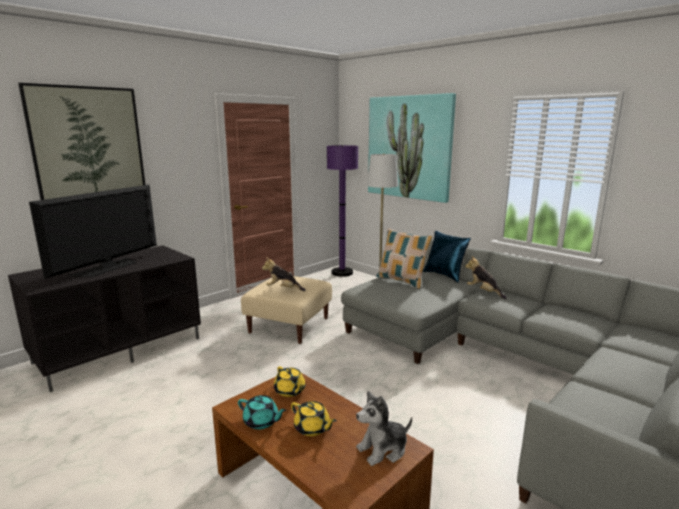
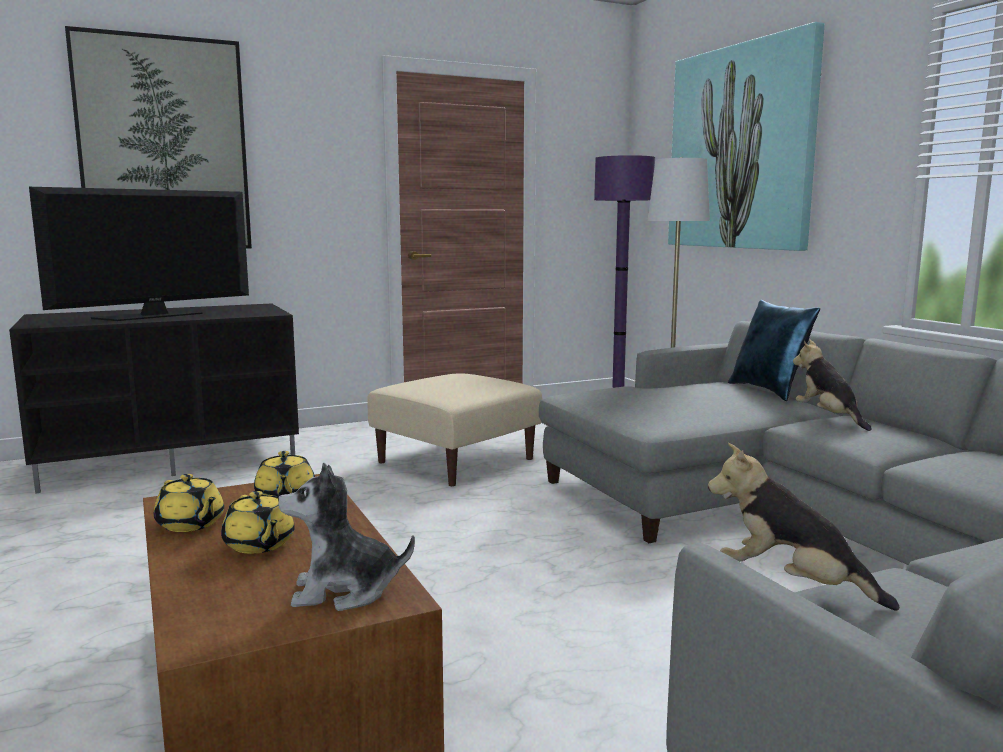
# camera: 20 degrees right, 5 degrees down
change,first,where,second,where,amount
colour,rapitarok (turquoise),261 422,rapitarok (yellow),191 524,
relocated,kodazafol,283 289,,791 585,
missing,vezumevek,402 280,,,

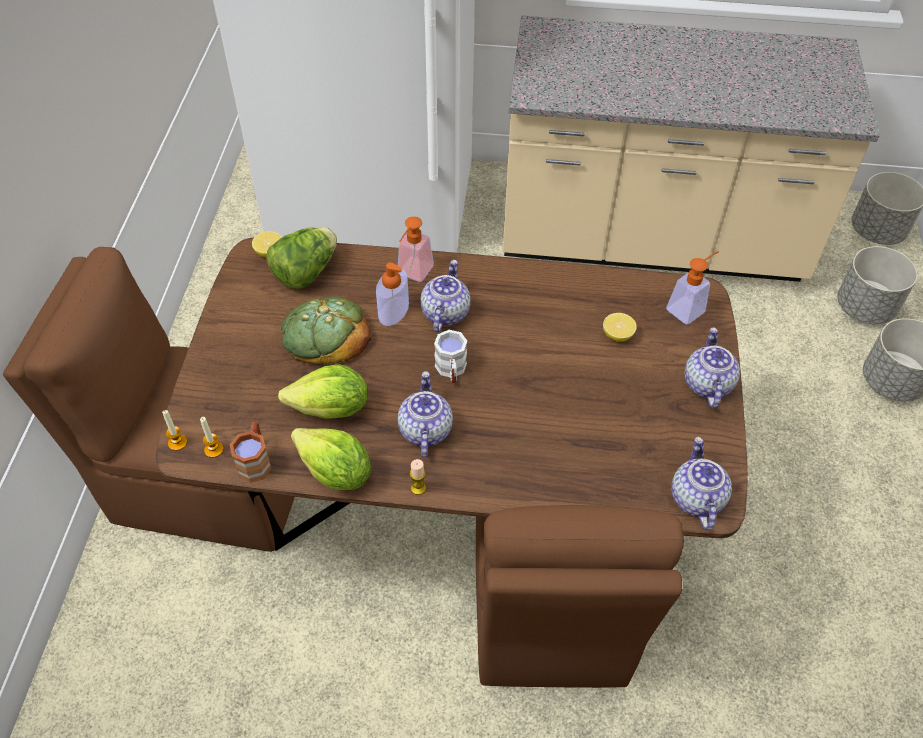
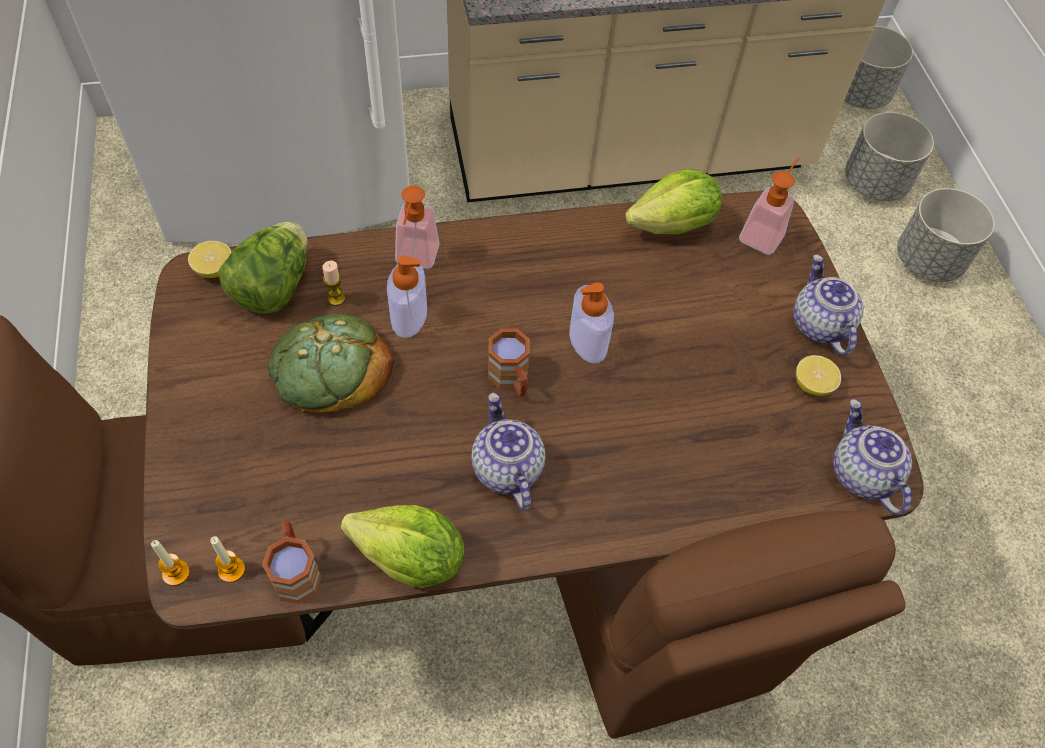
# camera: 20 degrees left, 5 degrees up
change,first,where,second,where,amount
relocated,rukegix,418 488,,336 298,
colour,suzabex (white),451 370,suzabex (brown),511 379,
appeared,,,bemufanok,588 341,
relocated,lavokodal,331 410,,673 226,
relocated,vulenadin,617 335,,812 385,
missing,rapitarok,444 313,,,

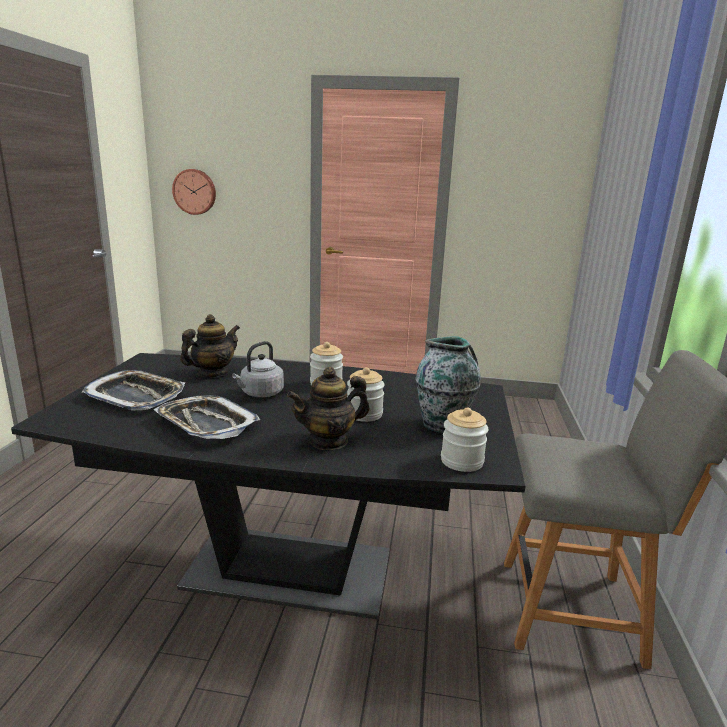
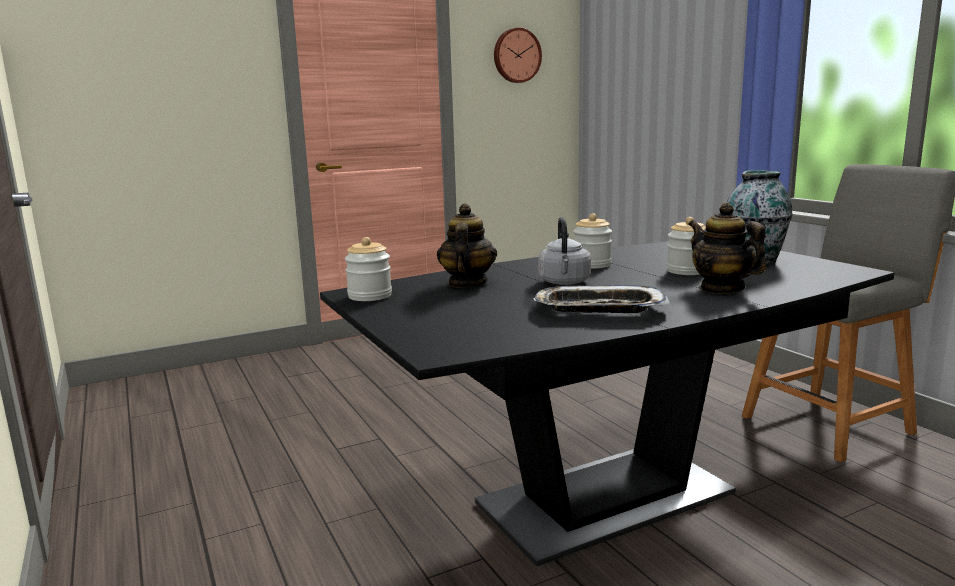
# camera: 35 degrees left, 5 degrees down
change,first,where,second,where,amount
relocated,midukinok,462 461,,370 296,
relocated,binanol,195 192,,516 55,
spun,rapitarok,328 440,,721 289,120 degrees clockwise
missing,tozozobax,136 396,,,

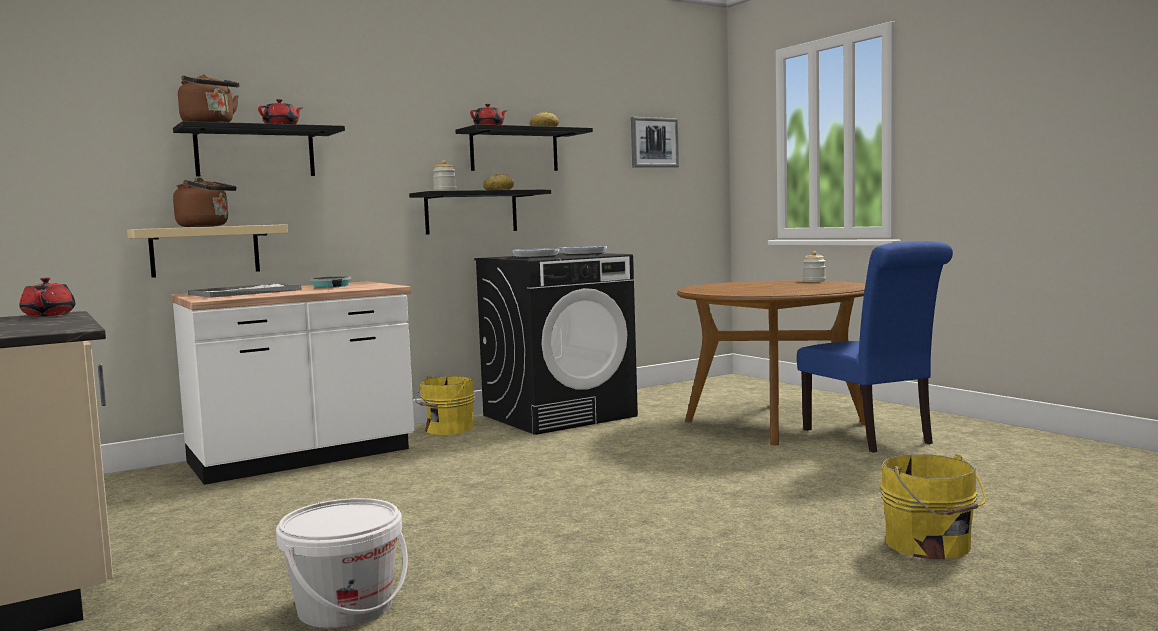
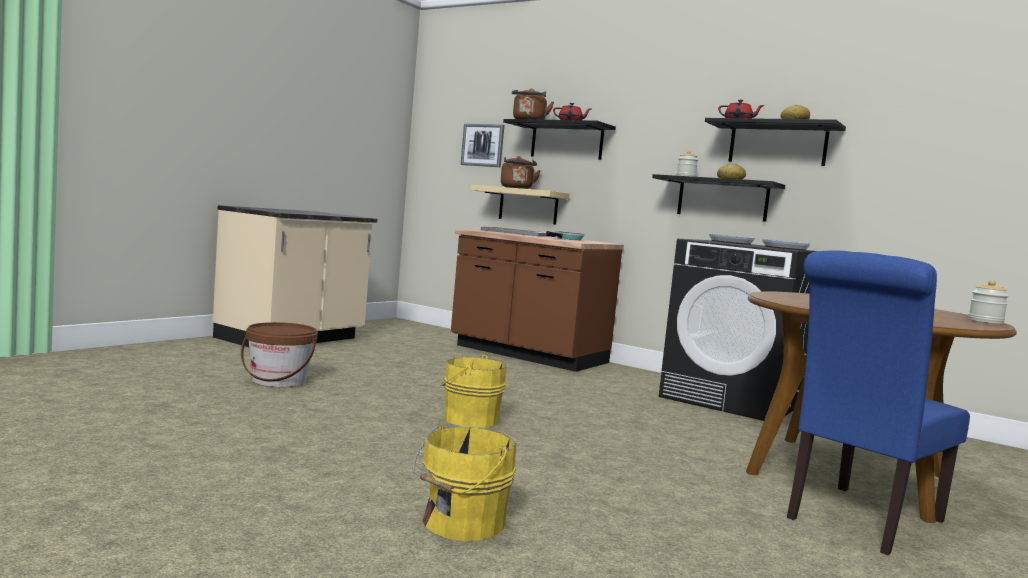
# camera: 65 degrees right, 0 degrees up
change,first,where,second,where,amount
colour,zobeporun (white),345 607,zobeporun (brown),279 381,
relocated,zobeporun (yellow),447 429,,469 419,
colour,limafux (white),302 457,limafux (brown),528 354,
relocated,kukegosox,654 142,,483 145,
missing,rapitarok (red),49 315,,,

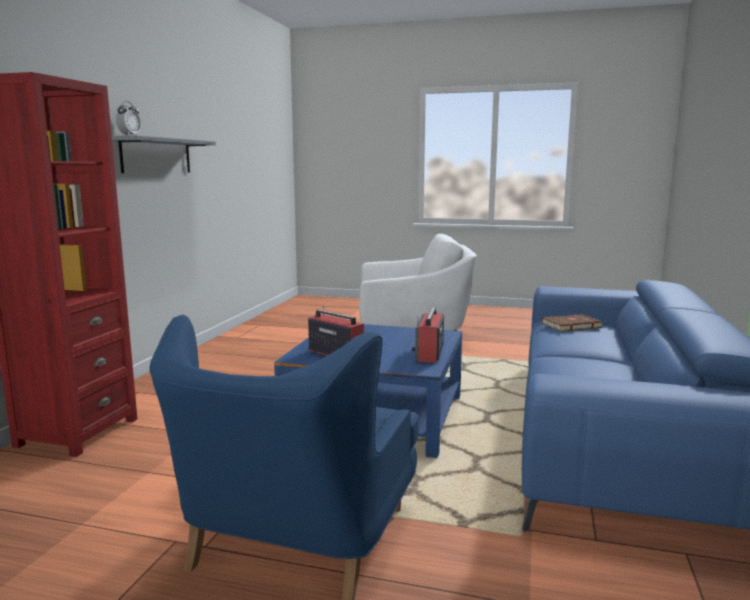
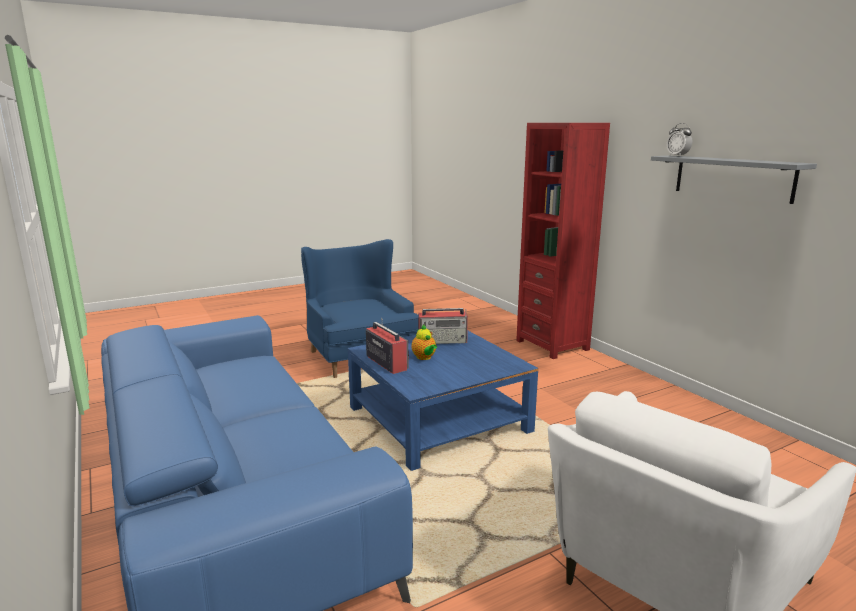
# camera: 135 degrees right, 5 degrees up
change,first,where,second,where,amount
appeared,,,rapitarok,424 357,
missing,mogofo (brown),570 325,,,

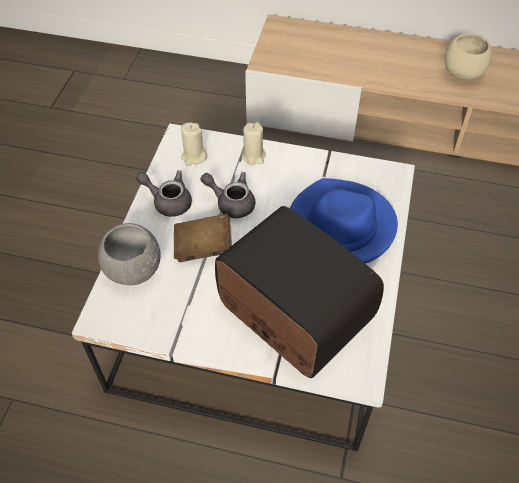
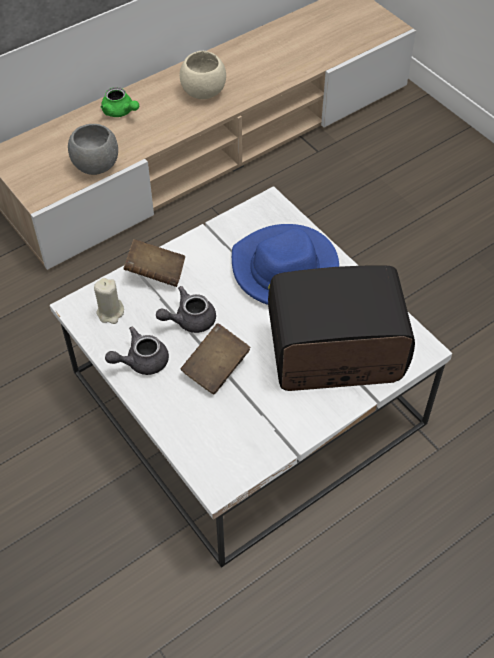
# camera: 50 degrees left, 0 degrees up
change,first,where,second,where,amount
relocated,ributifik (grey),133 269,,95 165,
appeared,,,rapitarok (green),120 112,
exchanged,rukegix (beige),253 156,mogofo (brown),156 273,

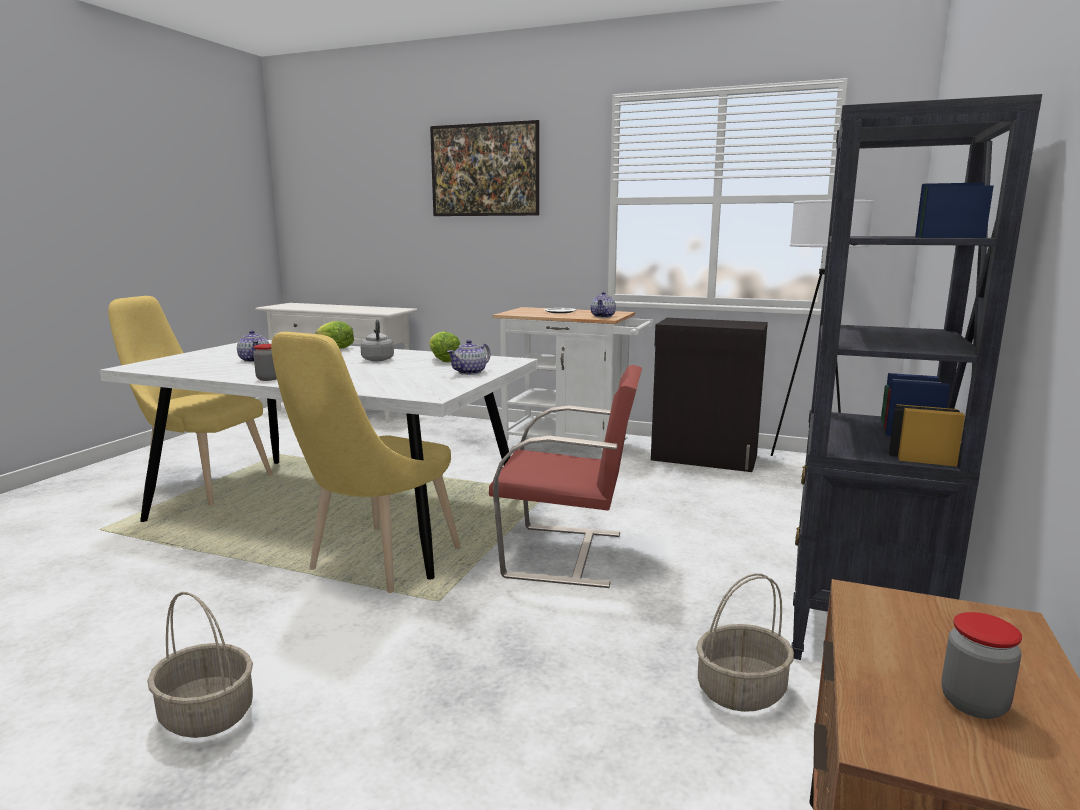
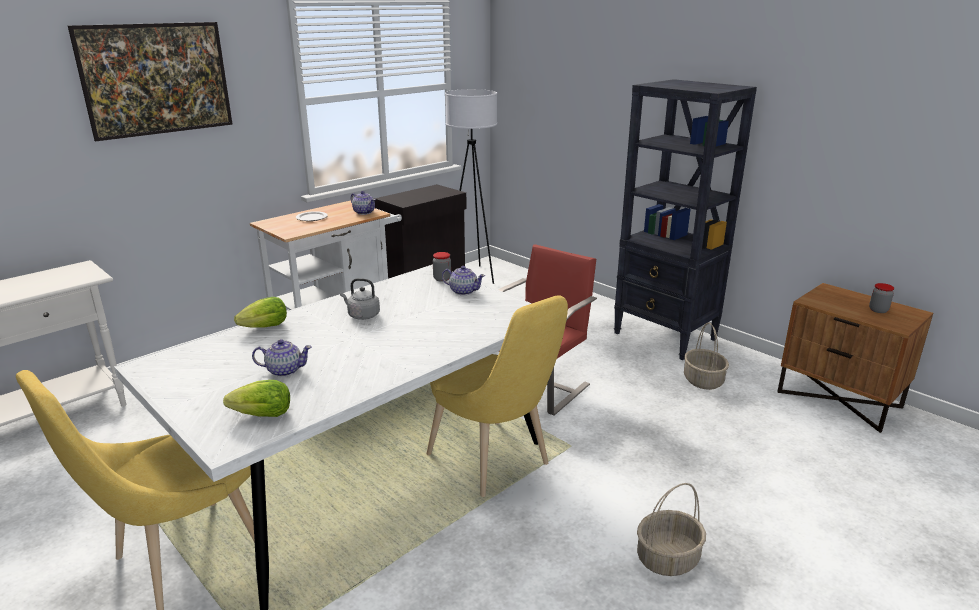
# camera: 65 degrees left, 10 degrees up
change,first,where,second,where,amount
relocated,lavokodal,443 361,,263 415,
relocated,midukinok,268 379,,442 279,
spun,rapitarok,470 372,,463 291,45 degrees counterclockwise

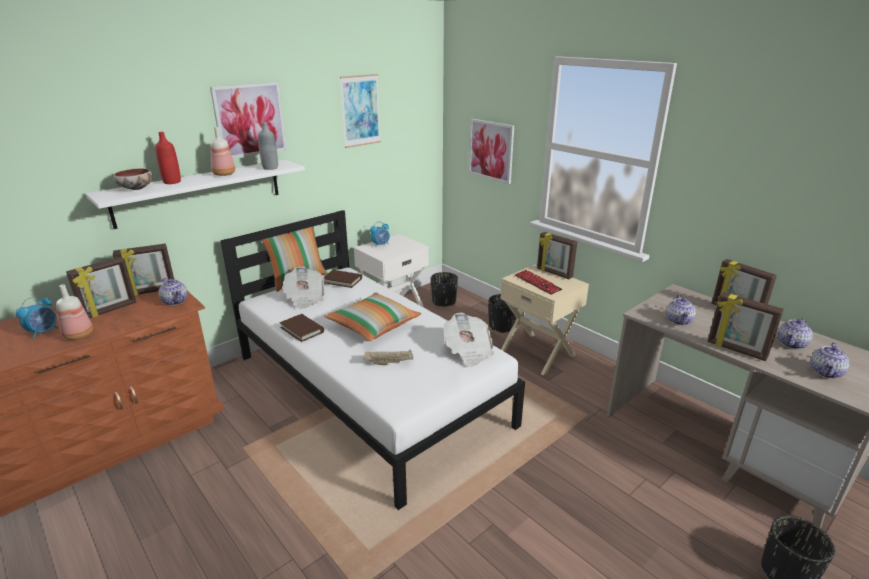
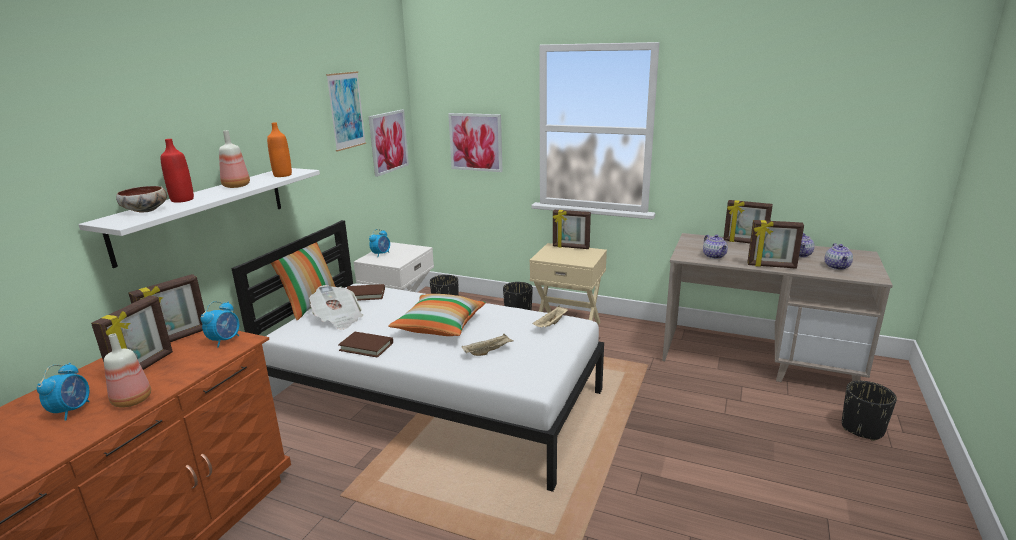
# camera: 25 degrees left, 5 degrees down
change,first,where,second,where,amount
exchanged,rapitarok,175 301,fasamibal,225 340,
colour,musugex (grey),270 168,musugex (orange),282 175,
relocated,kukegosox,250 120,,388 142,
exchanged,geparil,468 351,tozozobax (beige),551 325,
missing,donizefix,537 283,,,

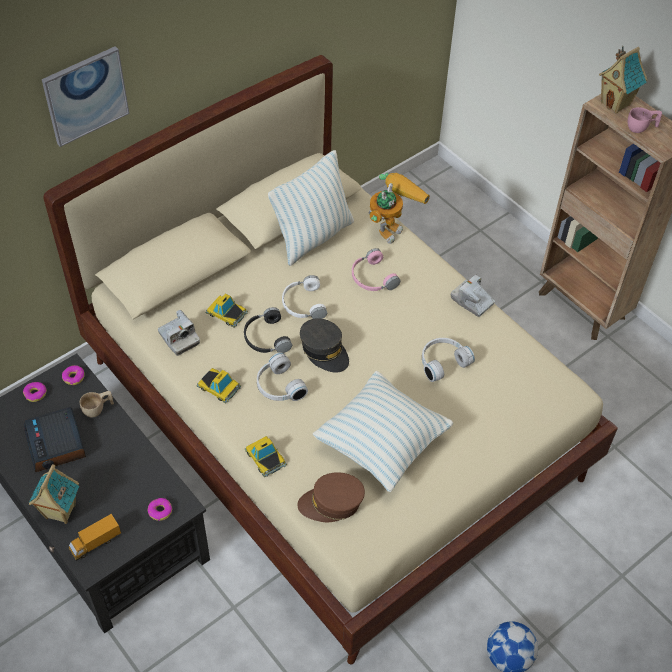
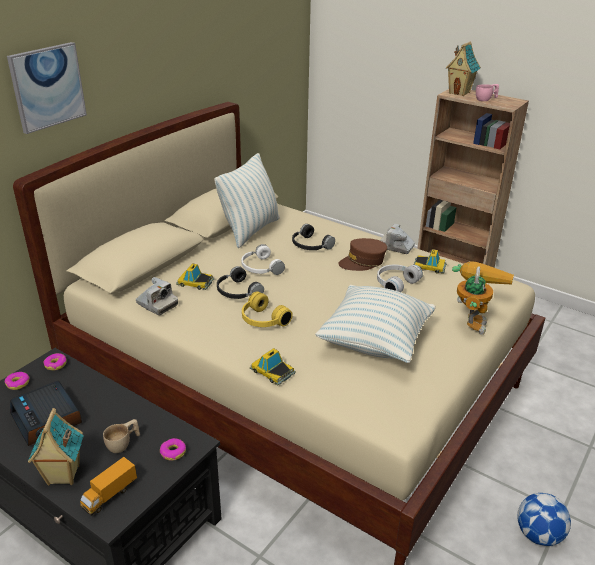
# camera: 15 degrees left, 20 degrees down
change,first,where,second,where,amount
relocated,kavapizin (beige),98 409,,123 444,
colour,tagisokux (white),278 386,tagisokux (yellow),262 320,
colour,tagisokux (pink),372 278,tagisokux (black),310 245,
relocated,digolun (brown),331 503,,362 262,
relocated,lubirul,219 387,,429 266,
relocated,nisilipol,391 225,,472 319,
missing,digolun (grey),324 351,,,

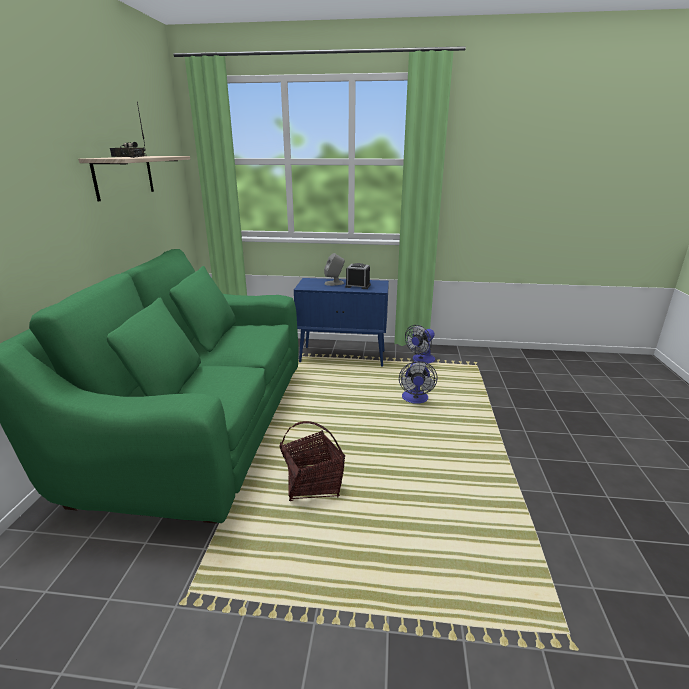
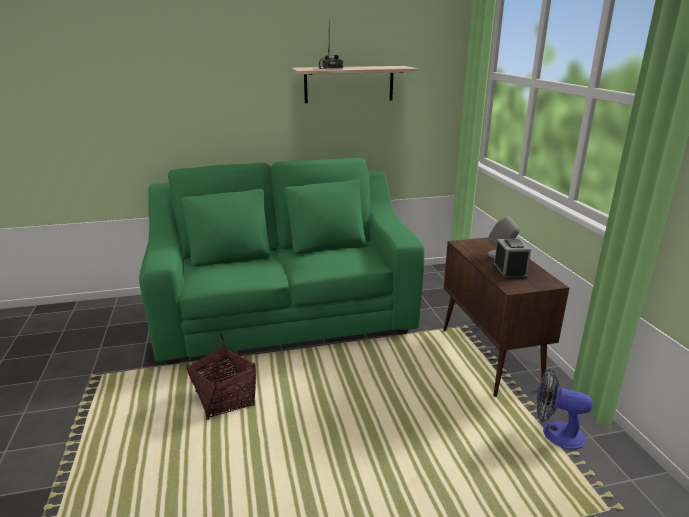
# camera: 70 degrees right, 0 degrees up
change,first,where,second,where,amount
colour,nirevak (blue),343 356,nirevak (brown),490 358,
missing,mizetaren,415 399,,,

